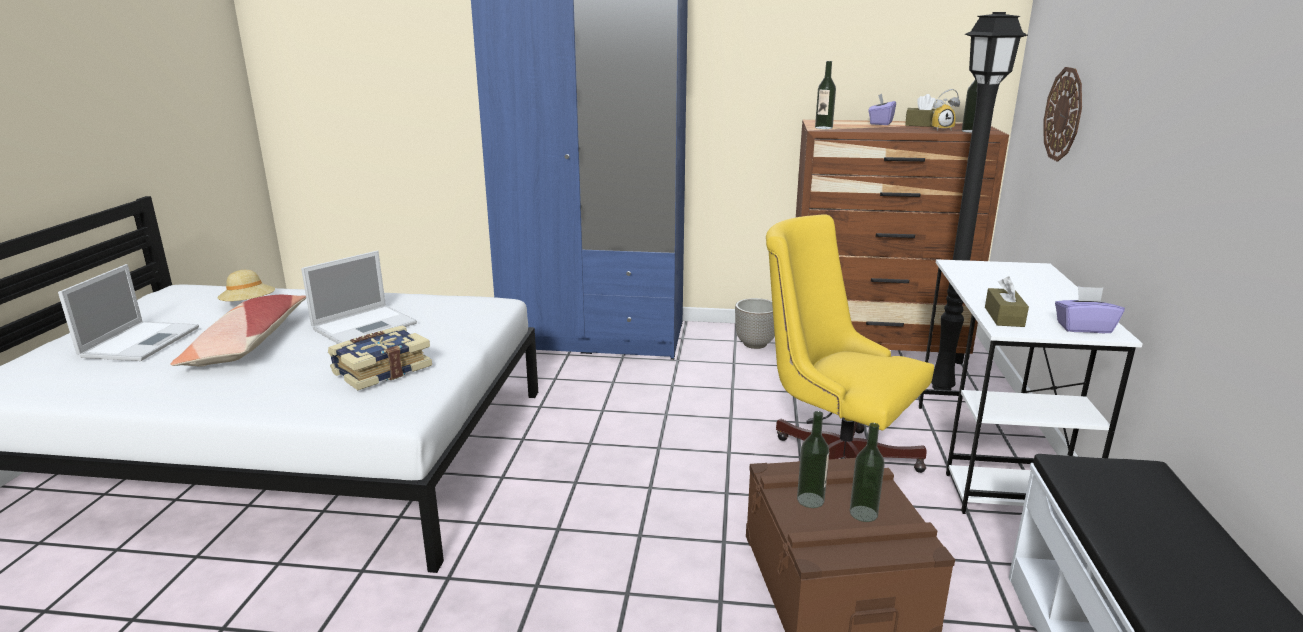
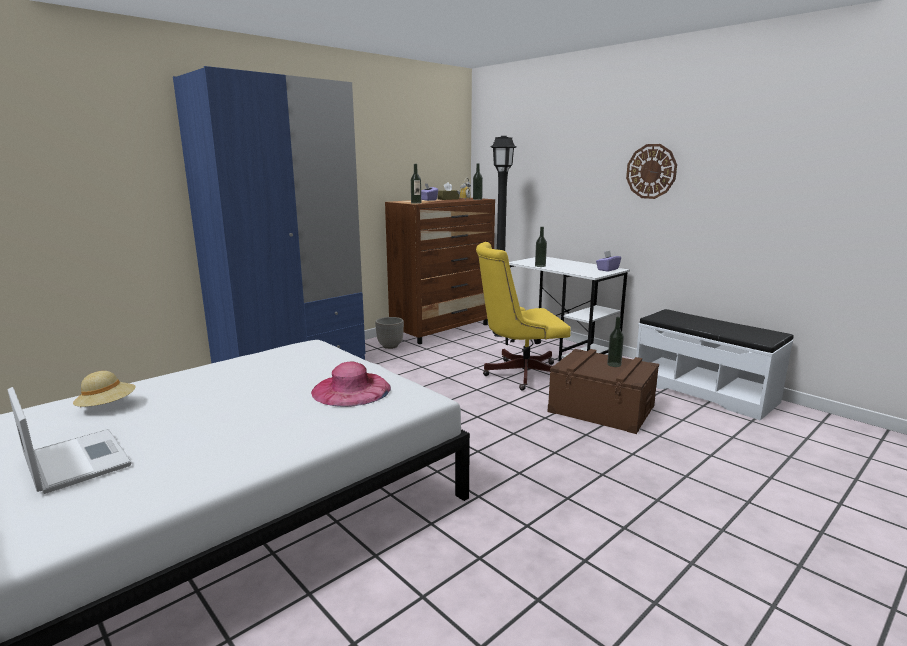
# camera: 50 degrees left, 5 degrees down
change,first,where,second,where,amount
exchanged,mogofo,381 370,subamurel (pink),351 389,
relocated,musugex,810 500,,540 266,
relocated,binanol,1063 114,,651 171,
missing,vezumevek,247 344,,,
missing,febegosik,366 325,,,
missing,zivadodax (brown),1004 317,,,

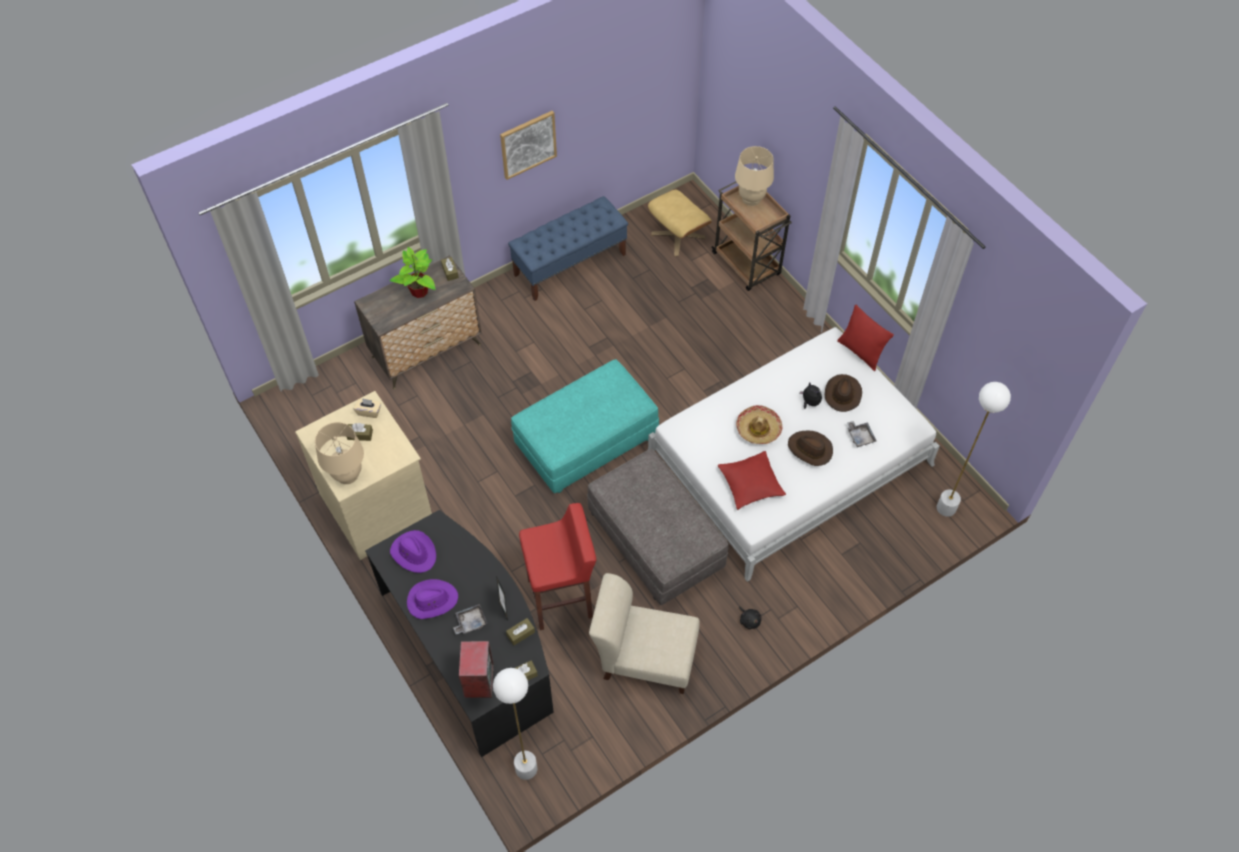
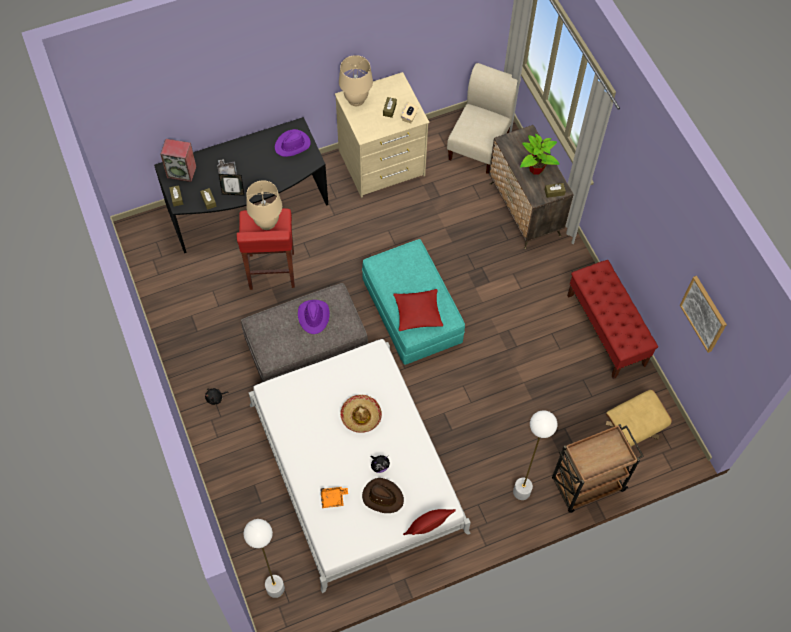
# camera: 100 degrees right, 5 degrees up
change,first,where,second,where,amount
relocated,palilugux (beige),751 199,,267 222,
relocated,subamurel (purple),432 600,,314 317,
colour,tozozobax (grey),860 436,tozozobax (orange),333 498,
relocated,vezumevek (red),750 484,,418 313,
relocated,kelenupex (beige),644 657,,480 143,
relocated,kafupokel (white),526 769,,521 492,
colour,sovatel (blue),570 264,sovatel (red),606 330,
relocated,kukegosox,528 144,,704 313,
missing,subamurel (brown),810 449,,,

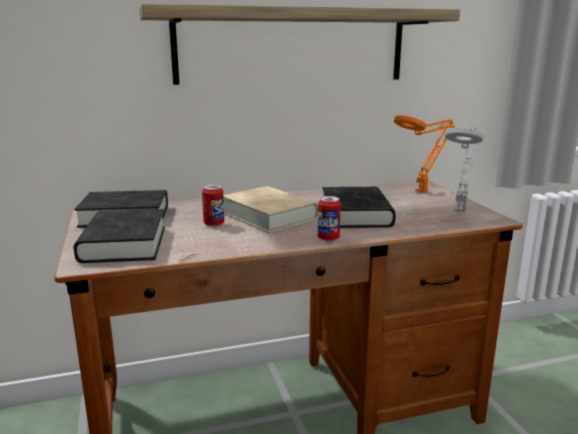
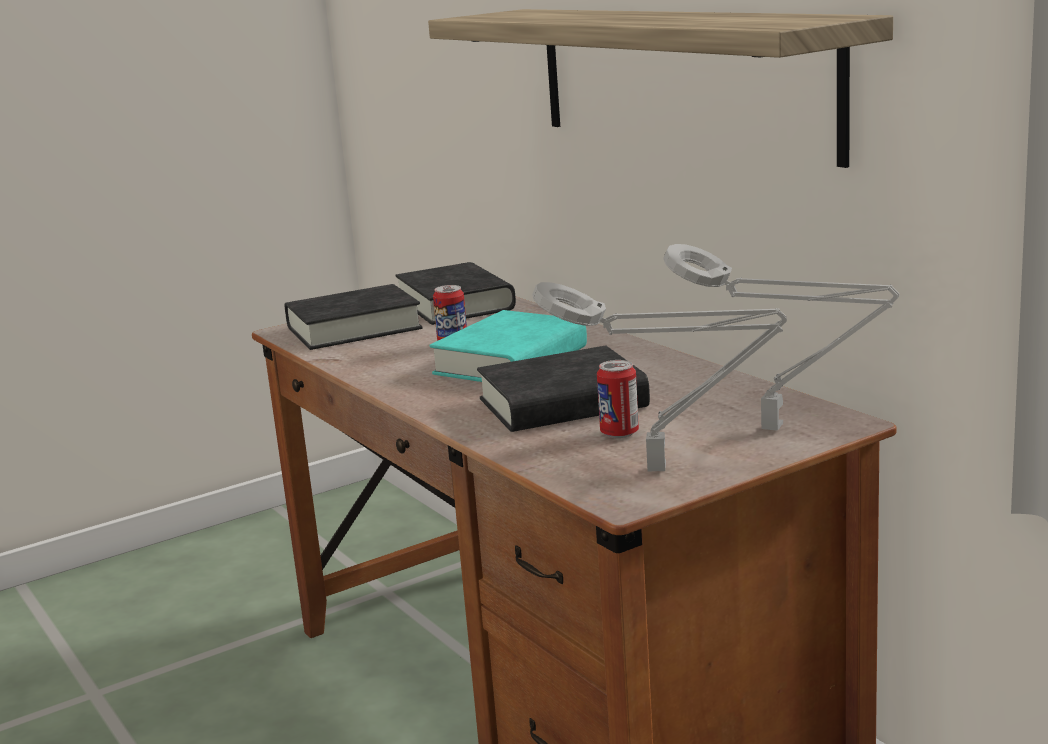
# camera: 75 degrees right, 0 degrees up
change,first,where,second,where,amount
colour,mogofo (beige),269 216,mogofo (turquoise),511 361,
relocated,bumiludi,328 238,,619 433,
colour,palilugux (orange),422 191,palilugux (grey),780 429,

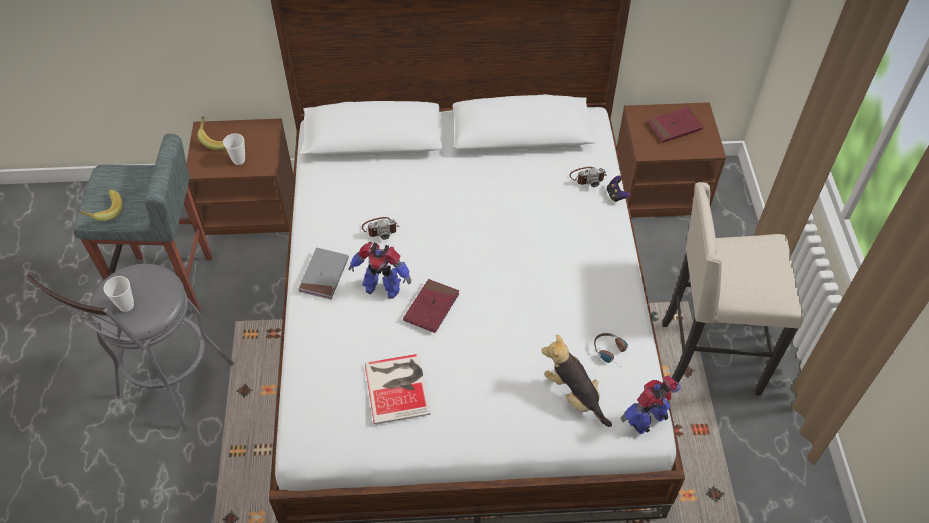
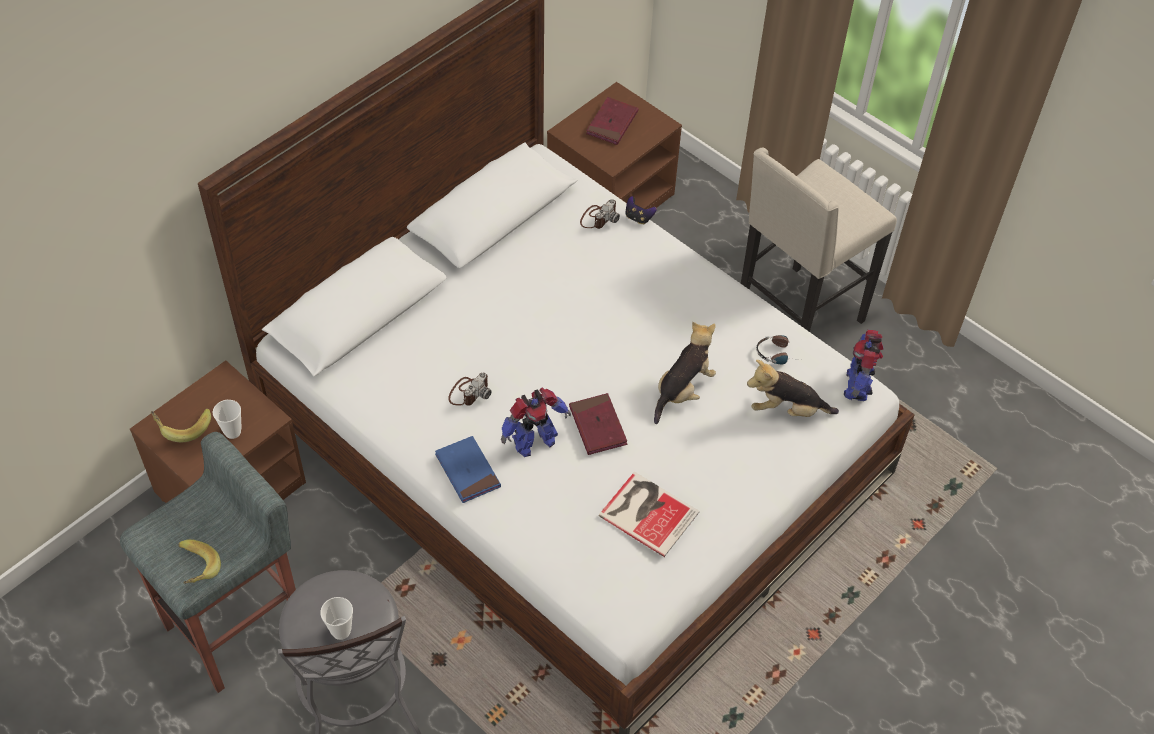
# camera: 45 degrees left, 0 degrees up
change,first,where,second,where,amount
colour,mogofo (grey),324 275,mogofo (blue),467 471,
appeared,,,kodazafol,683 390,

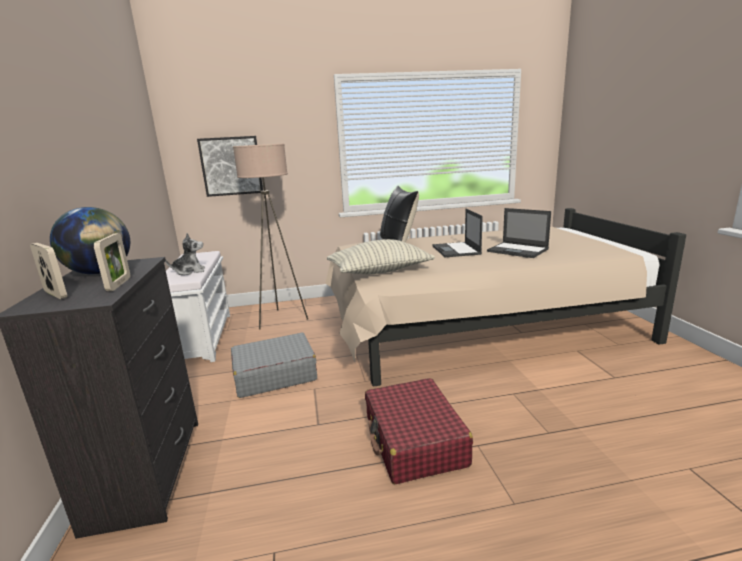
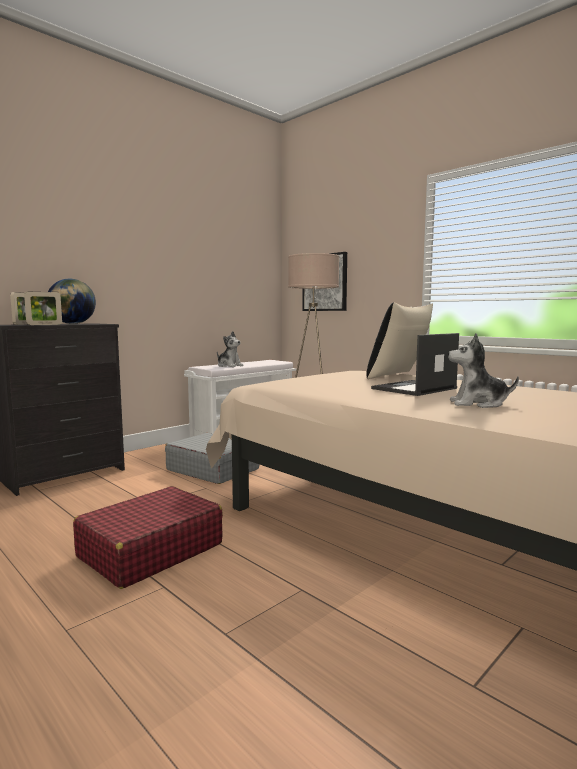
# camera: 55 degrees right, 10 degrees down
change,first,where,second,where,amount
exchanged,febegosik,518 250,kodazafol,478 404,
missing,vezumevek,380 271,,,

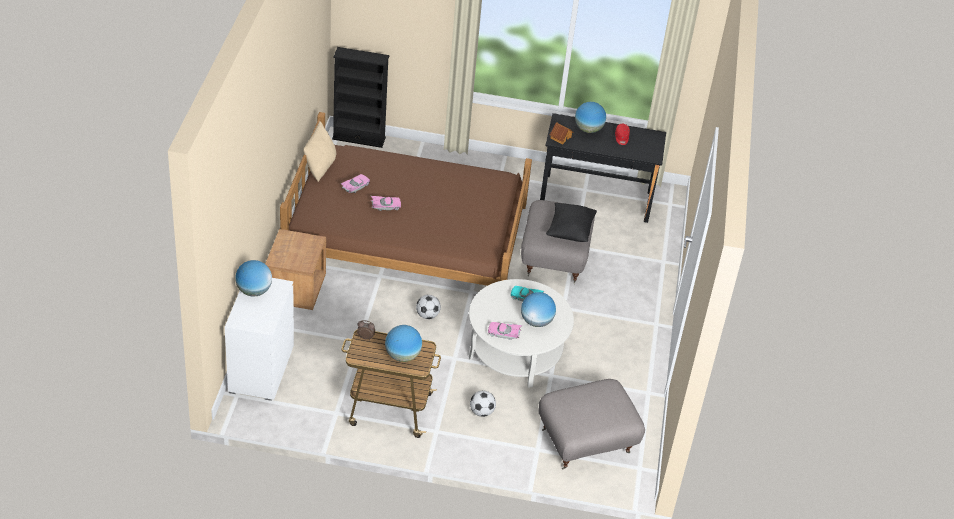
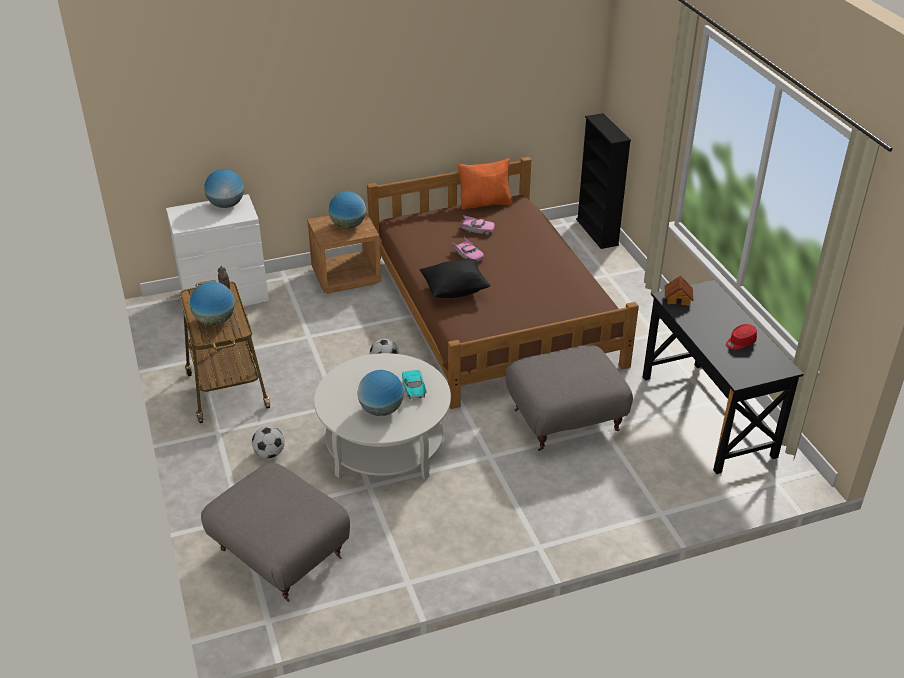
# camera: 65 degrees right, 5 degrees down
change,first,where,second,where,amount
relocated,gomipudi,588 129,,348 225,
relocated,vezumevek (black),570 231,,455 290,
colour,vezumevek (beige),320 167,vezumevek (orange),485 203,
missing,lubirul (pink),504 334,,,

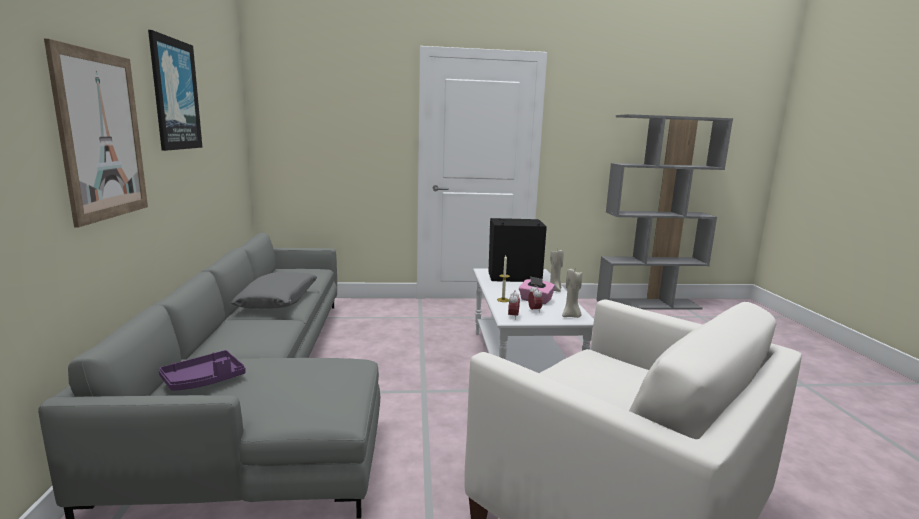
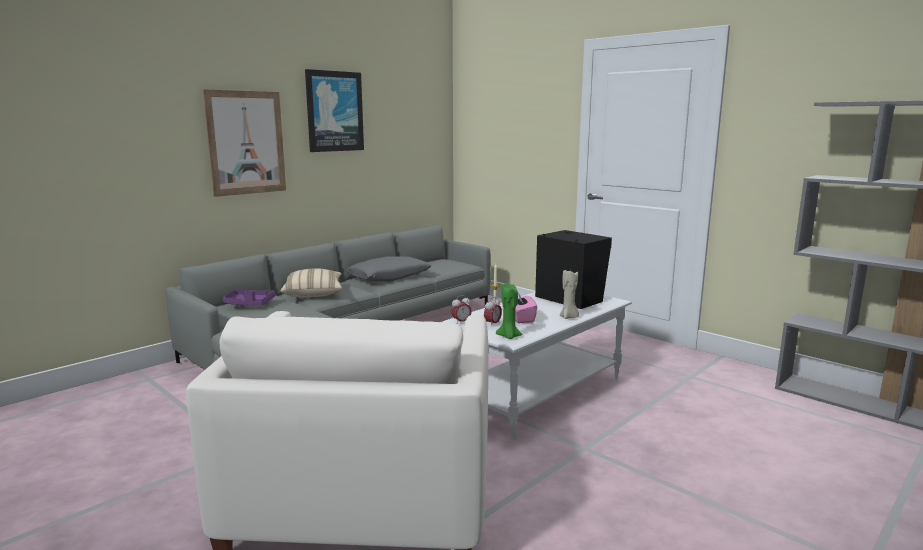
# camera: 50 degrees right, 0 degrees up
change,first,where,second,where,amount
appeared,,,vezumevek (beige),313 293,
colour,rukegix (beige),571 316,rukegix (green),508 336,

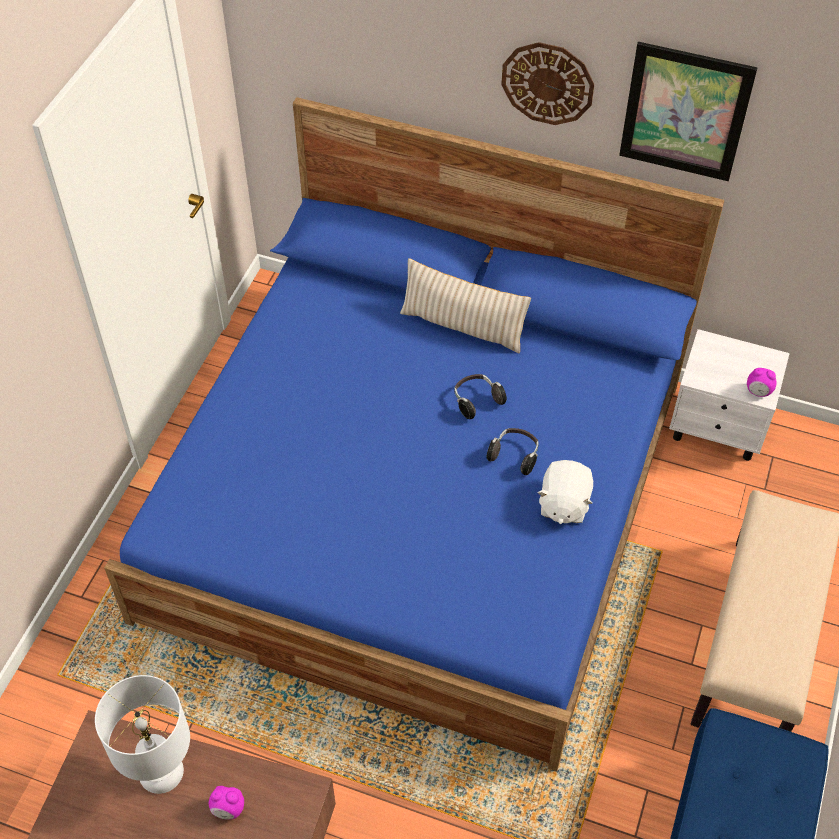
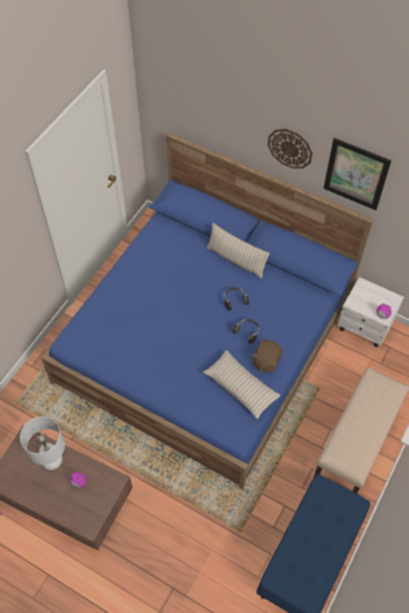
# camera: 10 degrees right, 5 degrees up
change,first,where,second,where,amount
appeared,,,vezumevek (beige),241 387,
colour,kodazafol (white),563 504,kodazafol (brown),266 361,

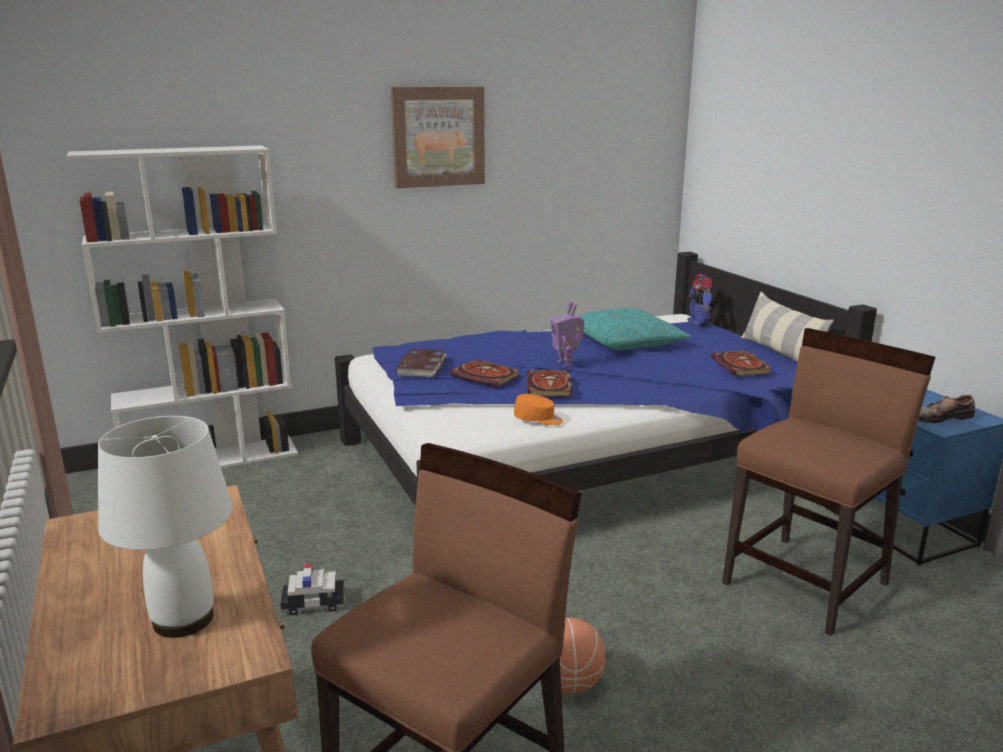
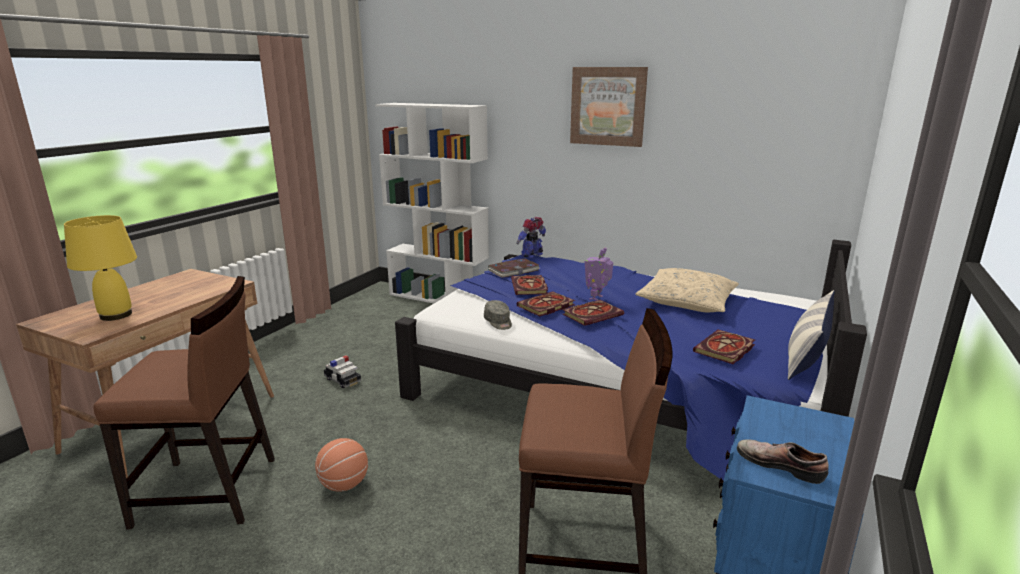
# camera: 50 degrees right, 0 degrees up
change,first,where,second,where,amount
colour,palilugux (white),181 620,palilugux (yellow),115 315,
colour,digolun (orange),538 419,digolun (grey),498 322,
relocated,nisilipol,698 323,,532 256,
appeared,,,mogofo,593 314,
colour,vezumevek (turquoise),625 342,vezumevek (beige),687 301,

